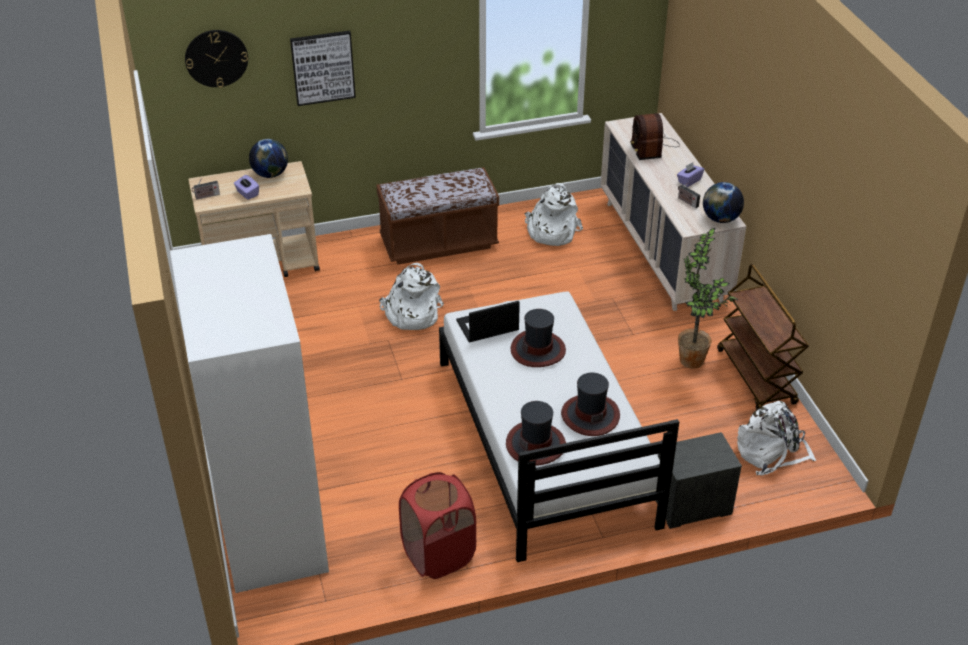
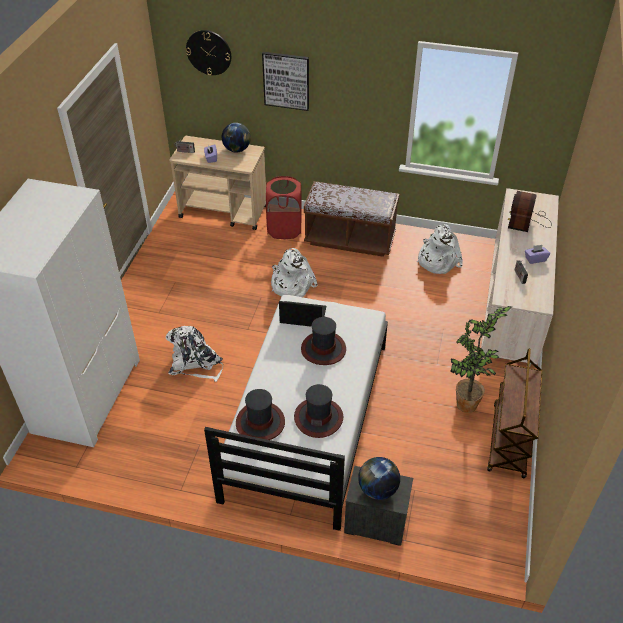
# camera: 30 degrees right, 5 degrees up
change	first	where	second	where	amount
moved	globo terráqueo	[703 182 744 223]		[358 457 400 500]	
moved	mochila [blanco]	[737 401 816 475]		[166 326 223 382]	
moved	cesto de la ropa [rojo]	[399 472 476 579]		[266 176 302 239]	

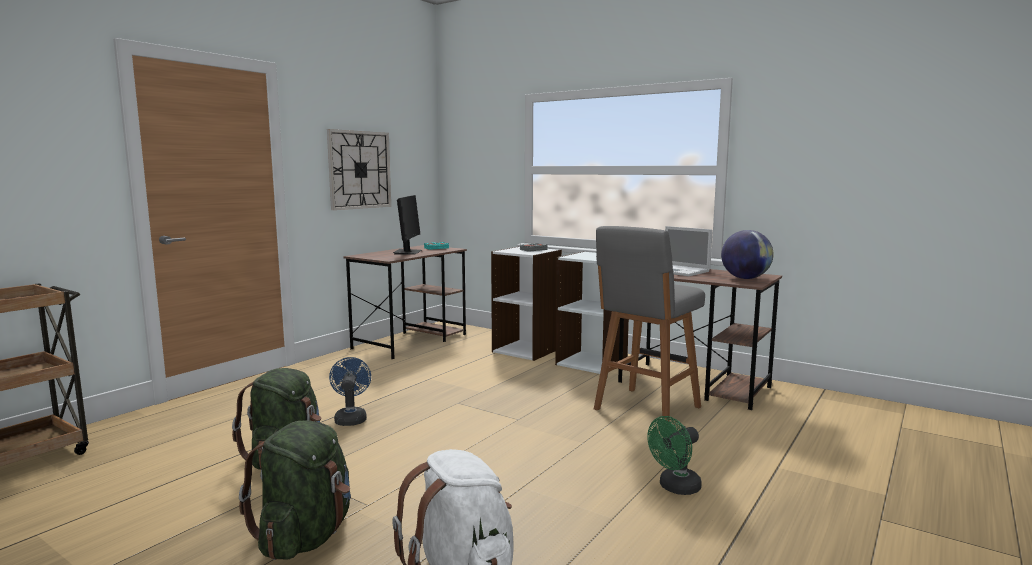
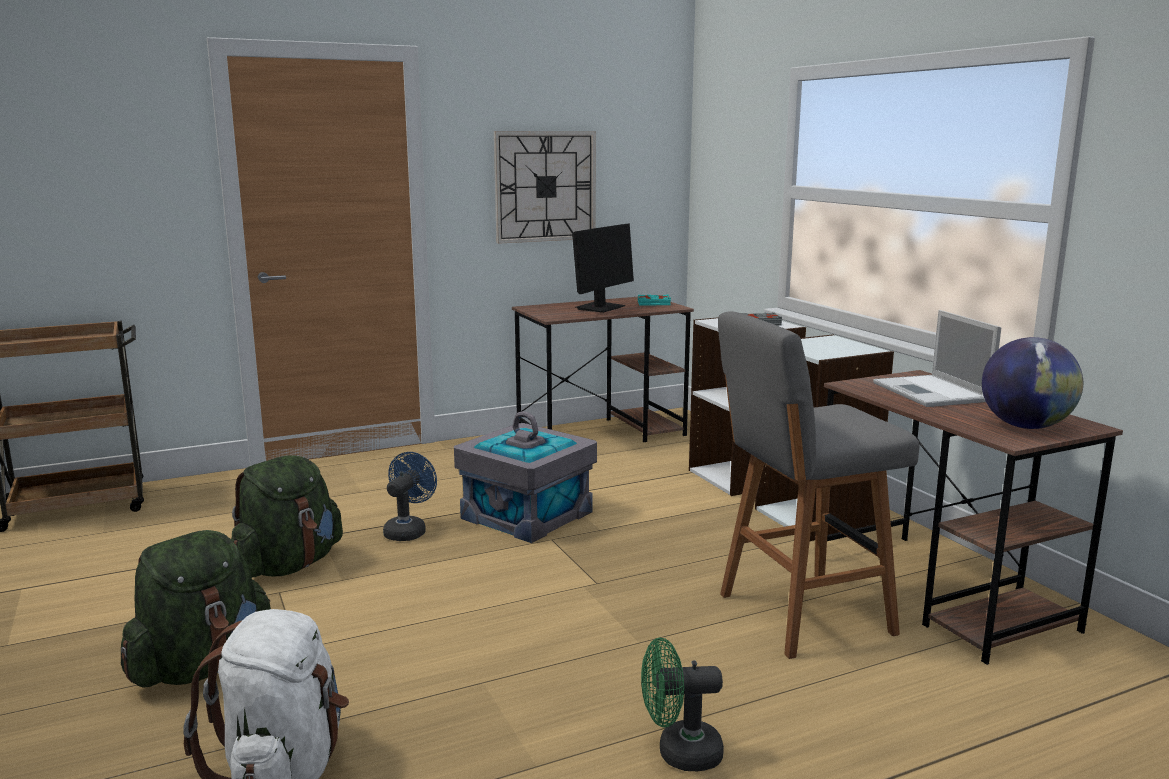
# camera: 30 degrees right, 5 degrees up
change	first	where	second	where	amount
added			caja de almacenaje [gris]	[454 411 597 543]	

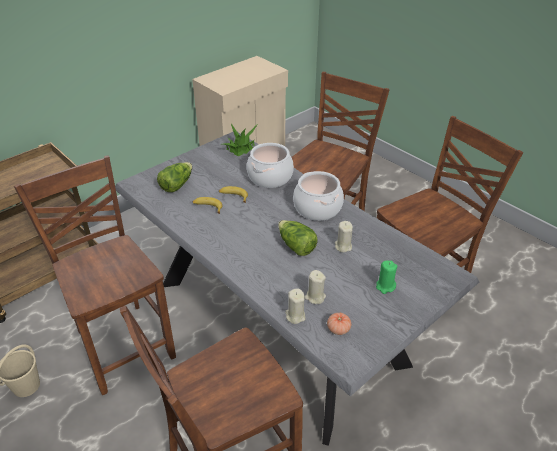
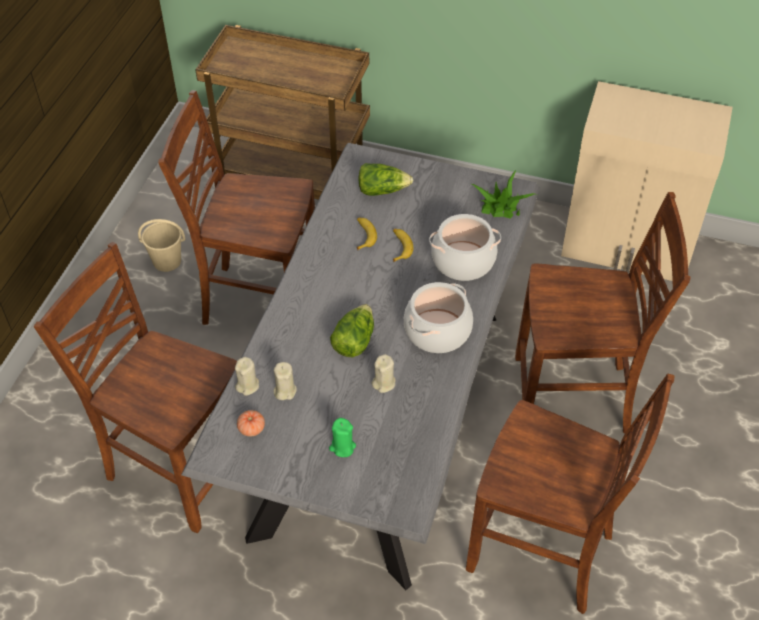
# camera: 60 degrees right, 10 degrees up
change	first	where	second	where	amount
turned	silla [marrón]	[14 155 176 395]		[158 90 315 325]	105 degrees counterclockwise

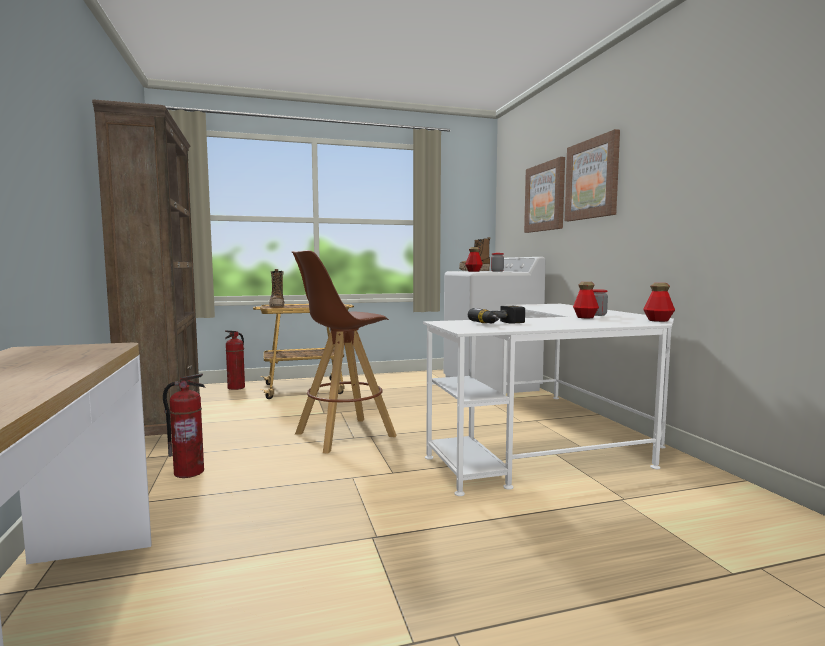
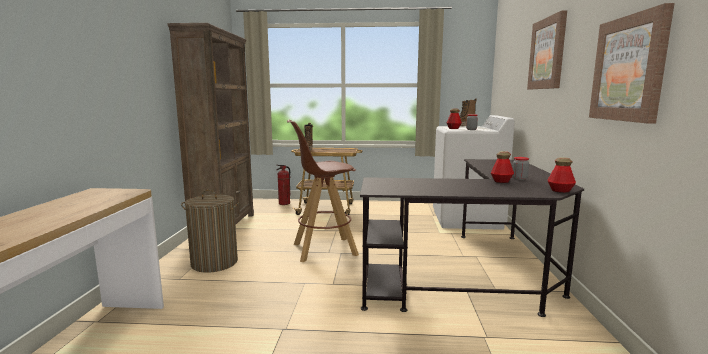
# camera: 20 degrees right, 5 degrees up
change	first	where	second	where	amount
moved	cuadro	[524 157 565 233]		[589 3 675 123]	
recoloured	escritorio [blanco]	[423 304 674 496]	escritorio [negro]	[360 159 584 317]	
removed	taladro	[468 306 525 324]			
replaced	extintor	[163 373 205 478]	cesto de la ropa	[181 189 239 273]	

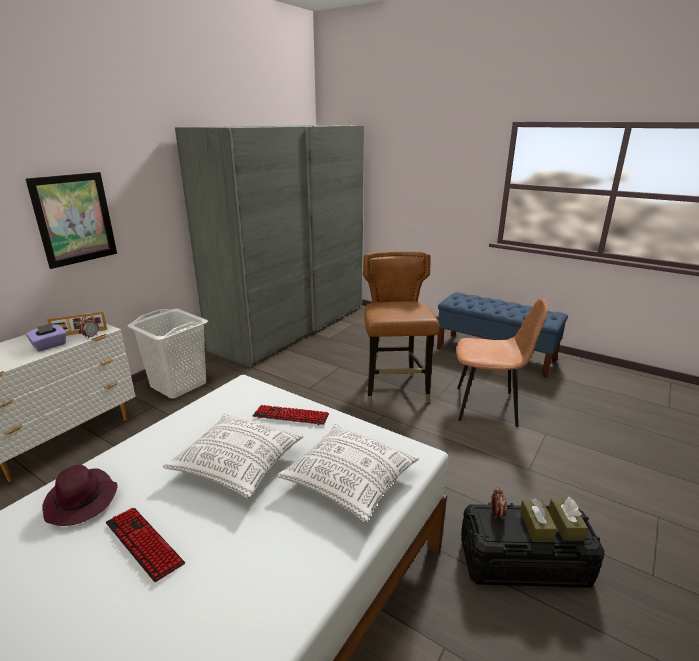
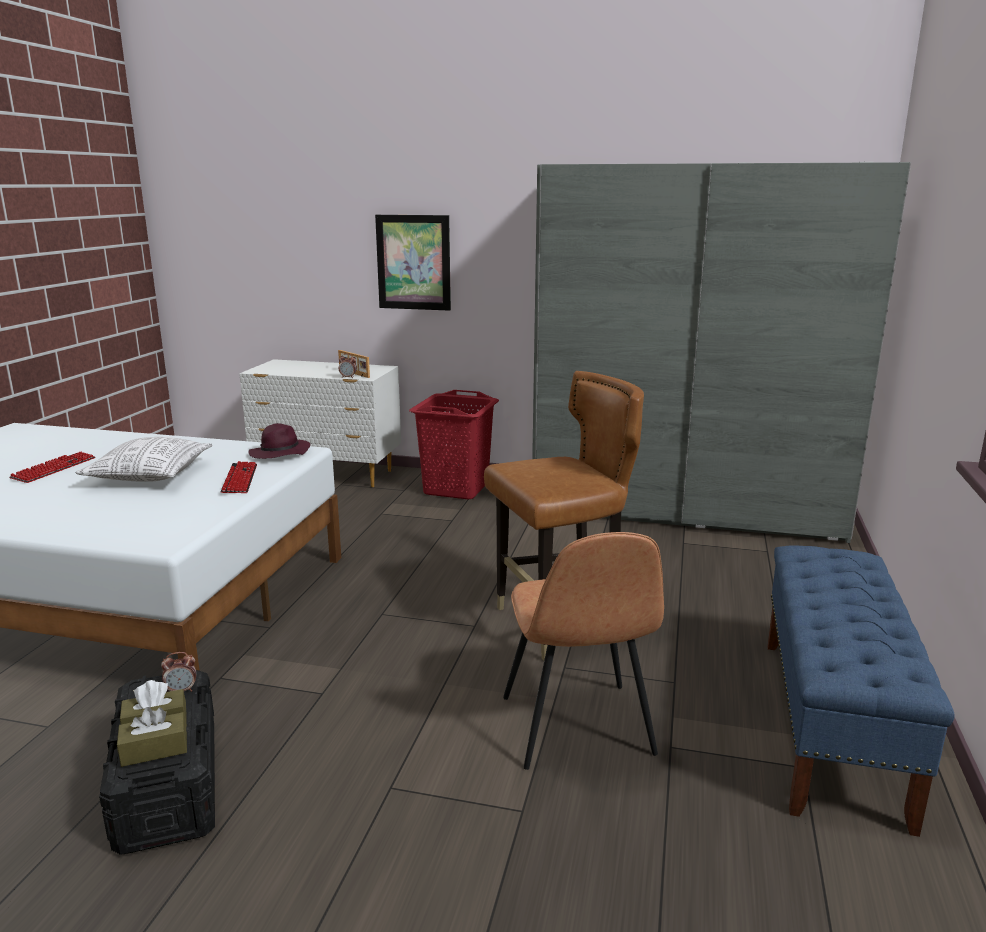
# camera: 70 degrees right, 5 degrees down
change	first	where	second	where	amount
recoloured	cesto de la ropa [blanco]	[127 309 208 399]	cesto de la ropa [rojo]	[409 390 499 499]	
removed	caja de pañuelos [morado]	[26 323 67 351]			
removed	cojín	[277 424 419 523]			
moved	sombrero [morado]	[43 464 118 526]		[249 423 310 459]	

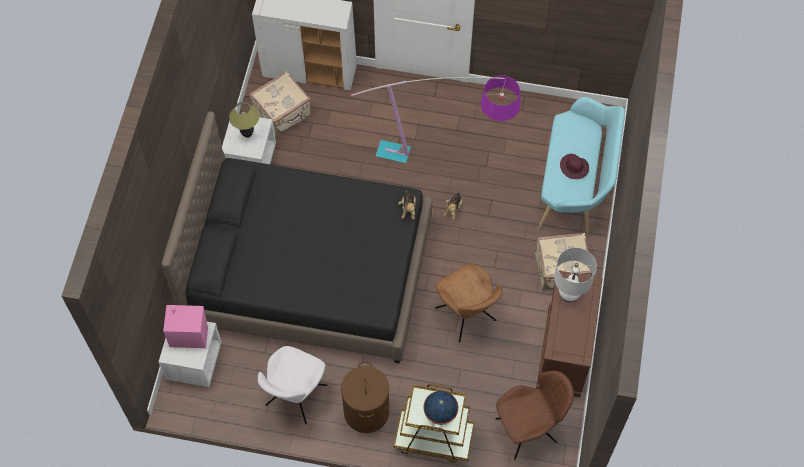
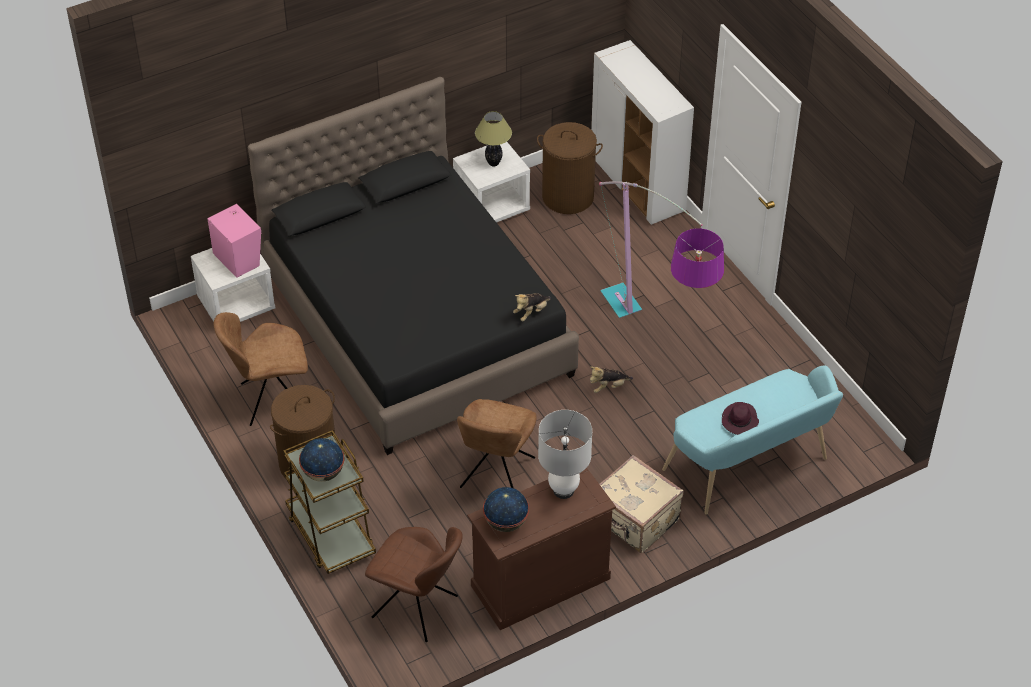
# camera: 50 degrees right, 15 degrees down
change	first	where	second	where	amount
replaced	maleta [beis]	[250 71 312 138]	cesto de la ropa [marrón]	[537 122 603 214]	
recoloured	silla [blanco]	[258 346 327 424]	silla [marrón]	[214 312 308 426]	
added			globo terráqueo	[483 487 529 532]	

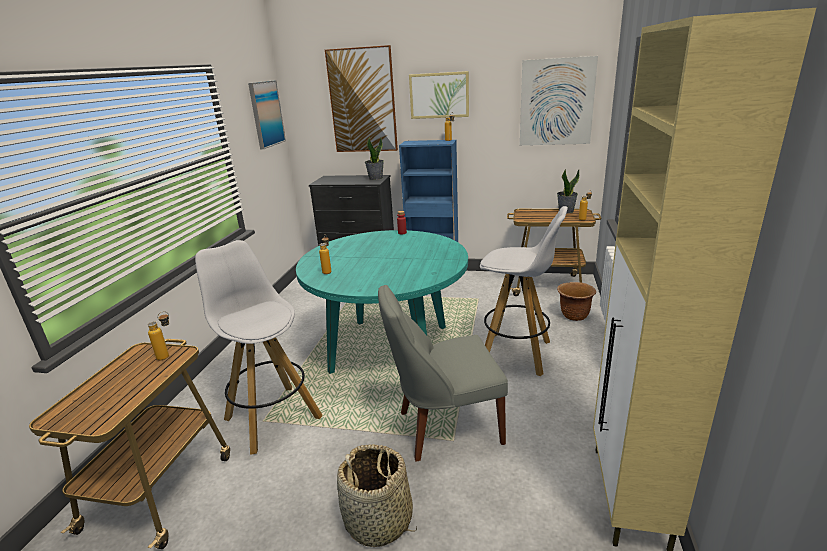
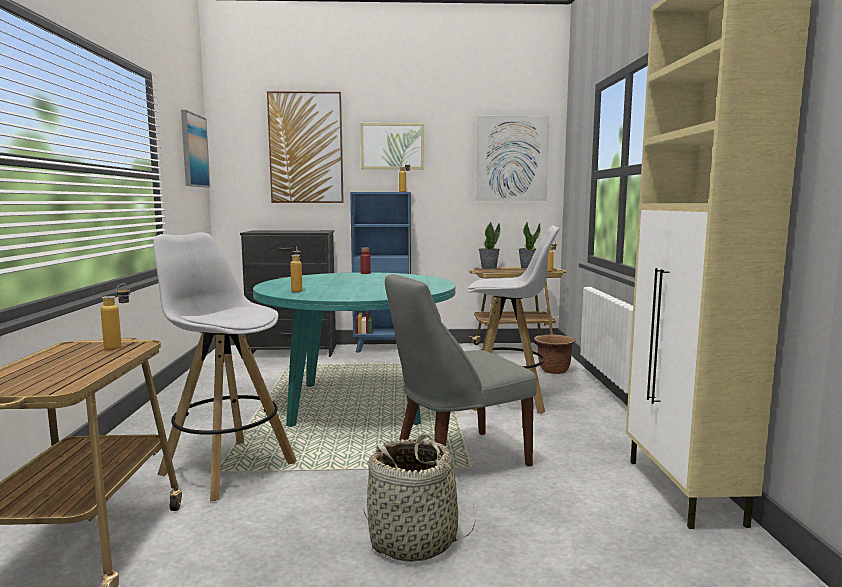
# camera: 15 degrees left, 15 degrees down
change	first	where	second	where	amount
moved	planta en maceta	[365 137 384 180]		[479 222 500 269]	

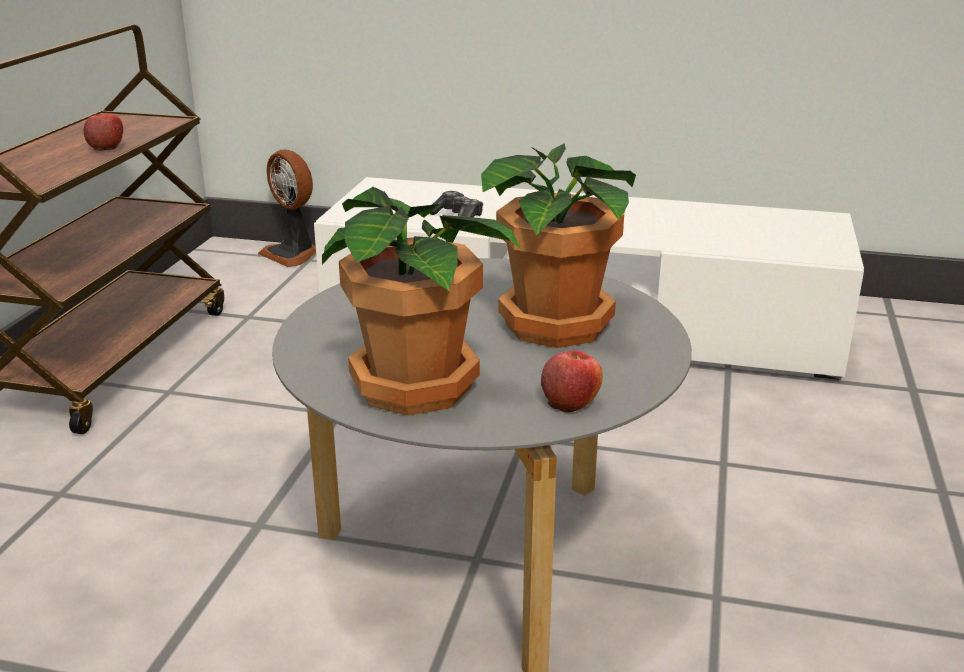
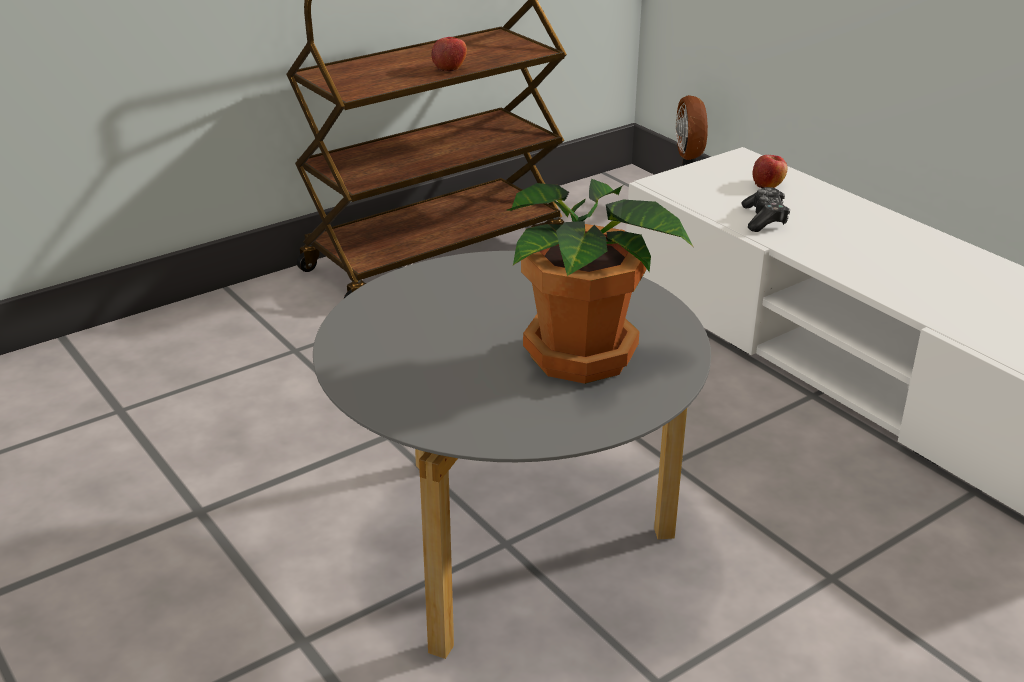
# camera: 40 degrees right, 5 degrees up
change	first	where	second	where	amount
removed	planta en maceta	[322 187 521 416]			
moved	manzana	[541 350 603 412]		[753 155 788 188]	

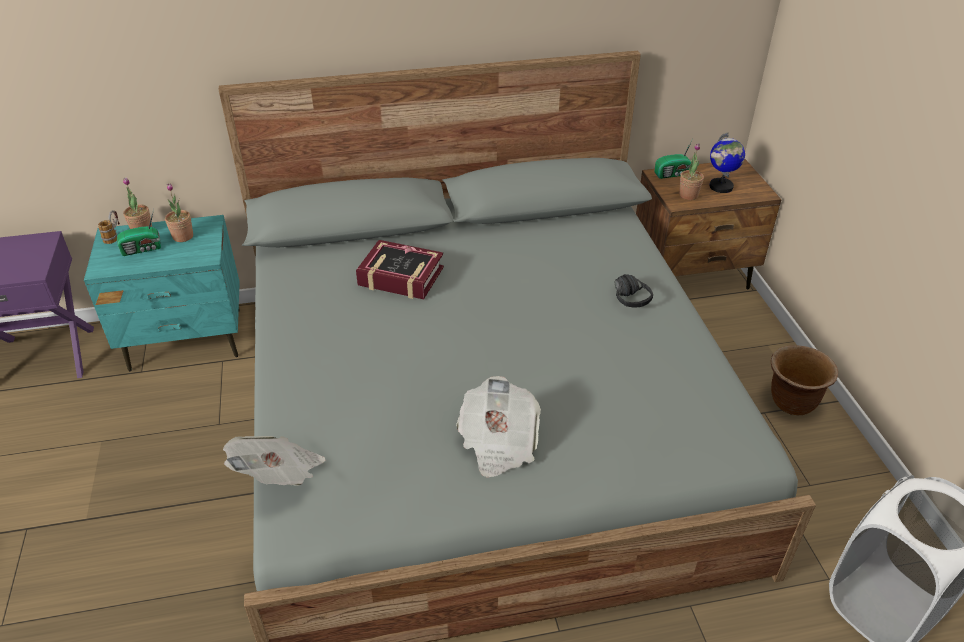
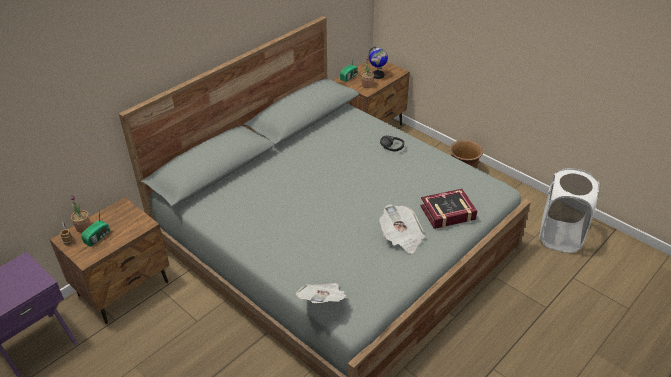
# camera: 35 degrees left, 0 degrees up
change	first	where	second	where	amount
removed	planta en maceta	[165 183 193 242]			
recoloured	mesita de noche [turquesa]	[84 215 240 371]	mesita de noche [marrón]	[49 197 169 324]	
moved	libro	[356 240 444 299]		[420 189 477 229]	

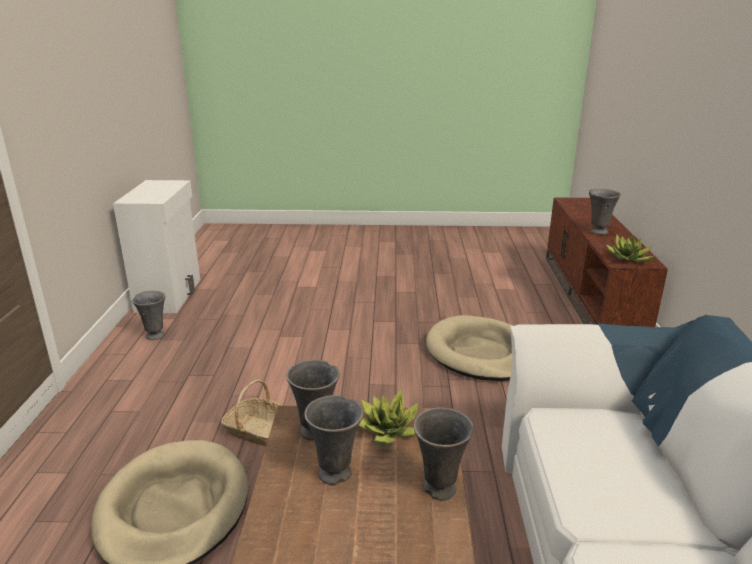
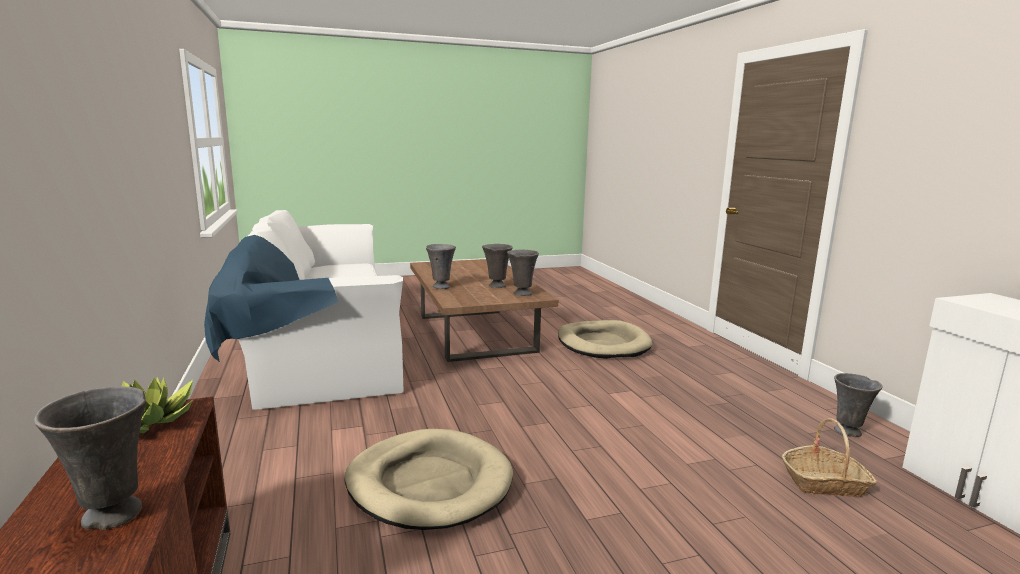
# camera: 160 degrees right, 10 degrees down
change	first	where	second	where	amount
moved	cesta	[221 380 283 447]		[782 418 877 497]	
removed	planta en maceta	[359 389 418 445]			

